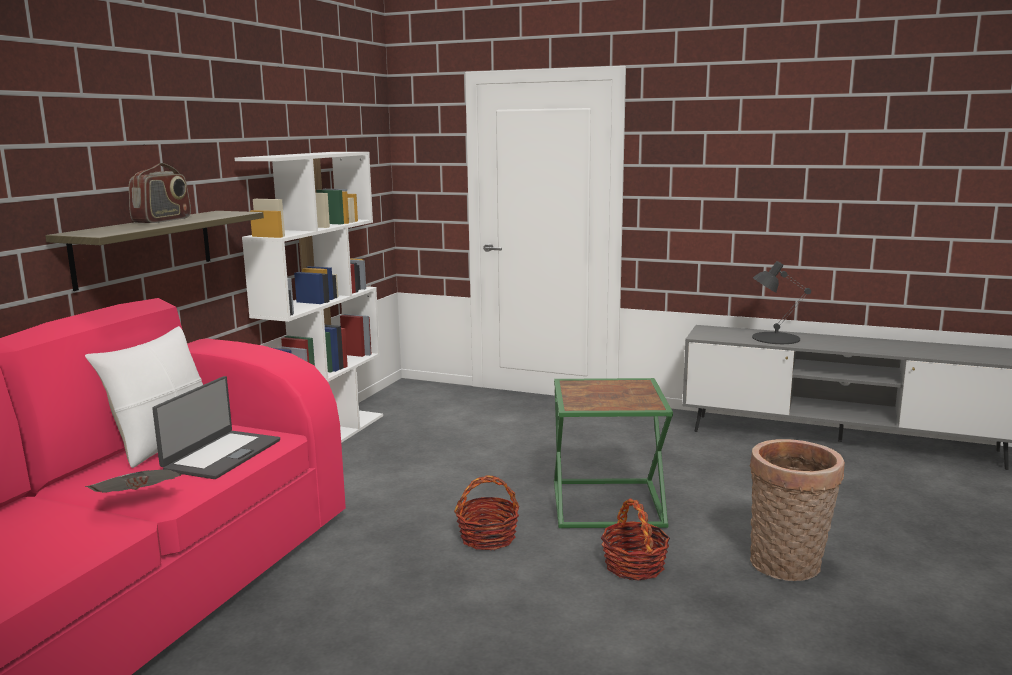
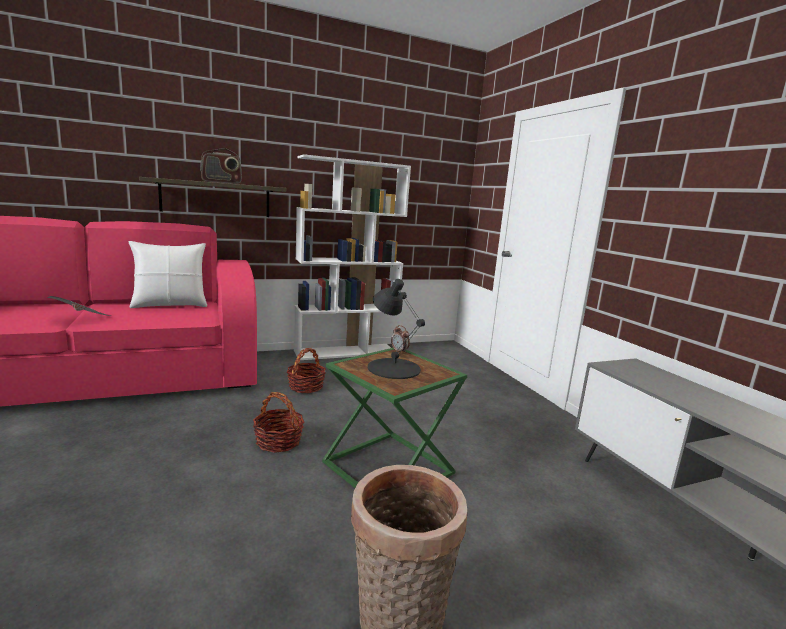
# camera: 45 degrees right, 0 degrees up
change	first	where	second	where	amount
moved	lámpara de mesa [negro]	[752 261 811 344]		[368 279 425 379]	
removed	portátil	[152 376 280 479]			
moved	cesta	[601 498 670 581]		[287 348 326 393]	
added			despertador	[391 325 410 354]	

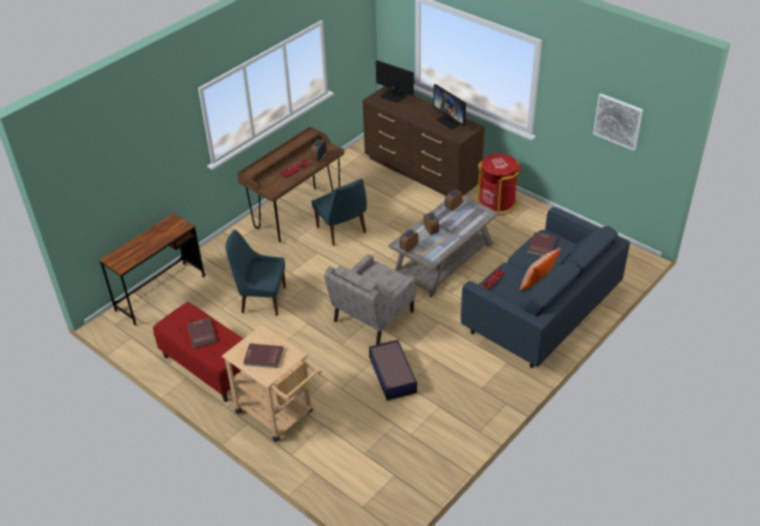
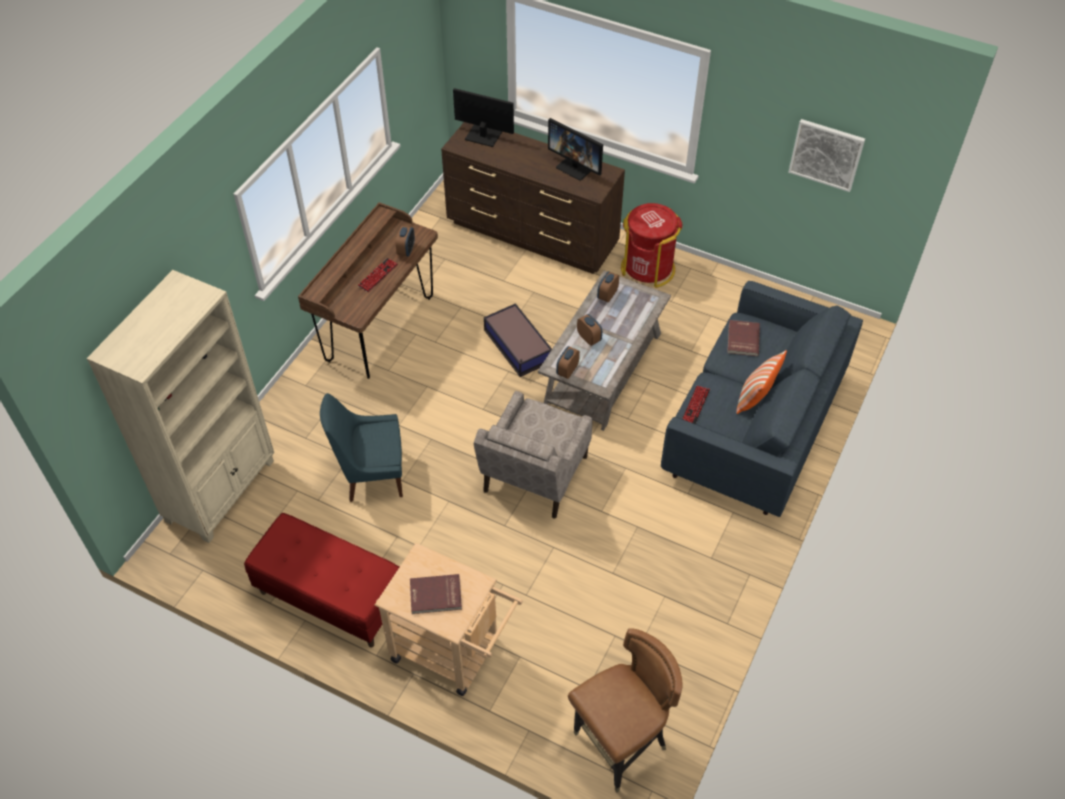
# camera: 15 degrees left, 10 degrees up
change	first	where	second	where	amount
removed	silla [azul]	[312 179 367 246]			
replaced	escritorio [marrón]	[100 213 206 325]	estantería [beis]	[87 270 274 543]	
removed	libro [rojo]	[187 318 217 348]			
moved	caja de almacenaje	[369 340 417 401]		[484 303 552 377]	
added			silla [marrón]	[568 628 683 793]	

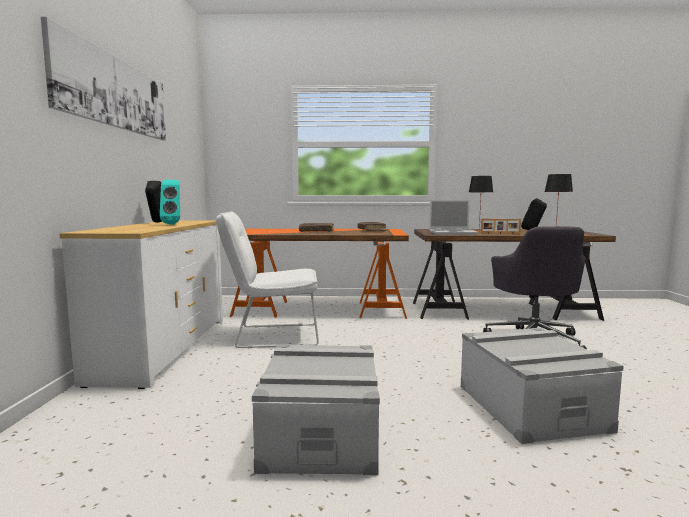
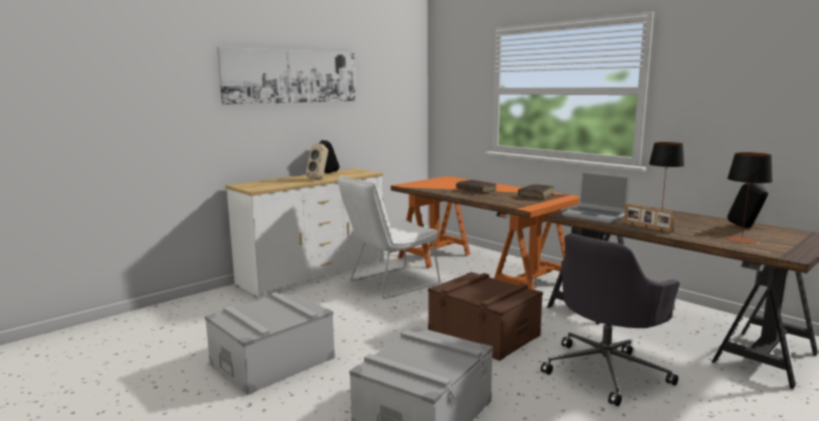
# camera: 45 degrees right, 5 degrees up
change	first	where	second	where	amount
recoloured	altavoz [turquesa]	[160 180 180 225]	altavoz [beis]	[306 143 328 179]	
turned	silla [blanco]	[216 211 319 348]		[338 175 440 299]	75 degrees counterclockwise
added			caja de almacenaje [marrón]	[428 272 543 361]	

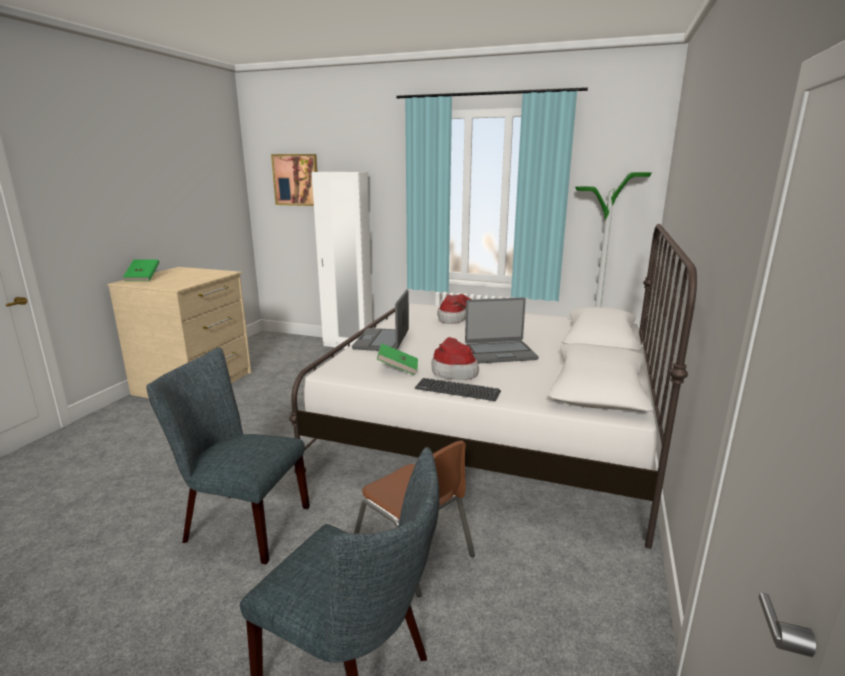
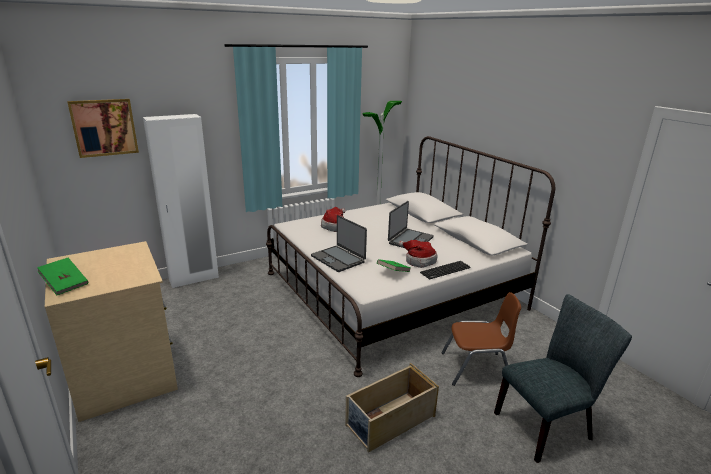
# camera: 50 degrees left, 5 degrees up
change	first	where	second	where	amount
replaced	silla [gris]	[146 348 310 564]	caja de almacenaje [beis]	[345 363 439 453]	

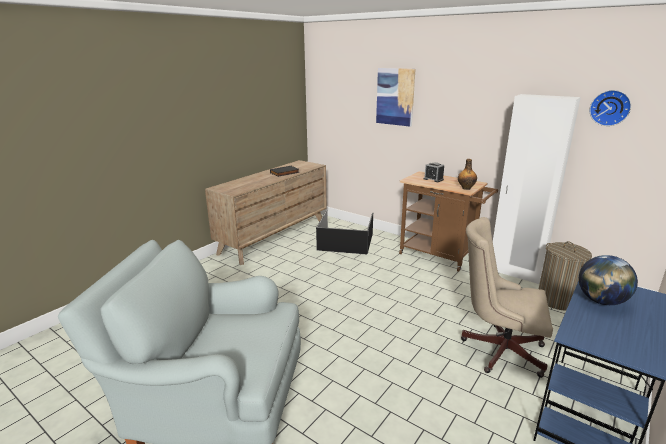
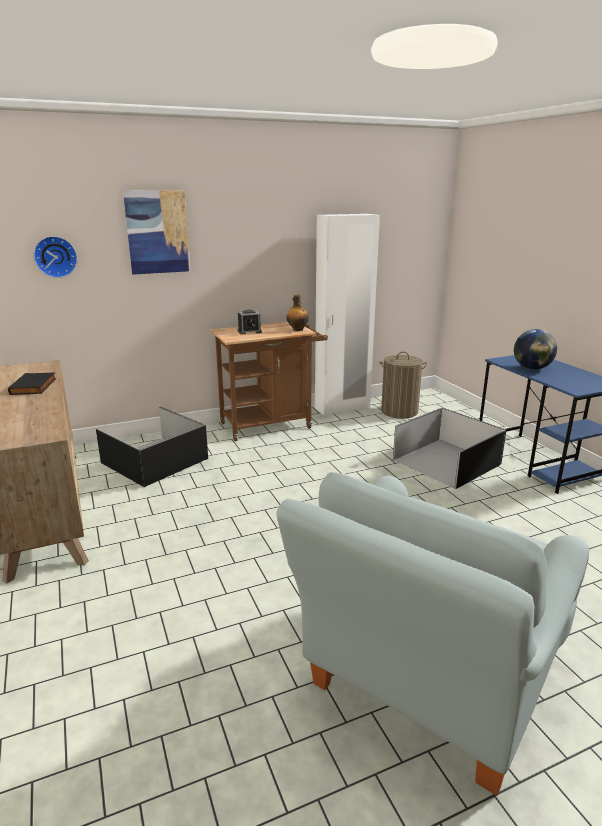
# camera: 60 degrees left, 0 degrees up
change	first	where	second	where	amount
moved	reloj de pared	[590 90 631 126]		[33 236 78 278]	
replaced	silla de oficina [beis]	[461 217 553 378]	caja de almacenaje [negro]	[393 408 506 489]	

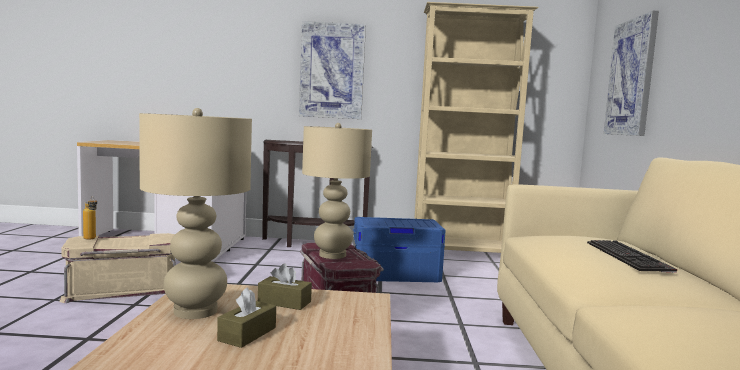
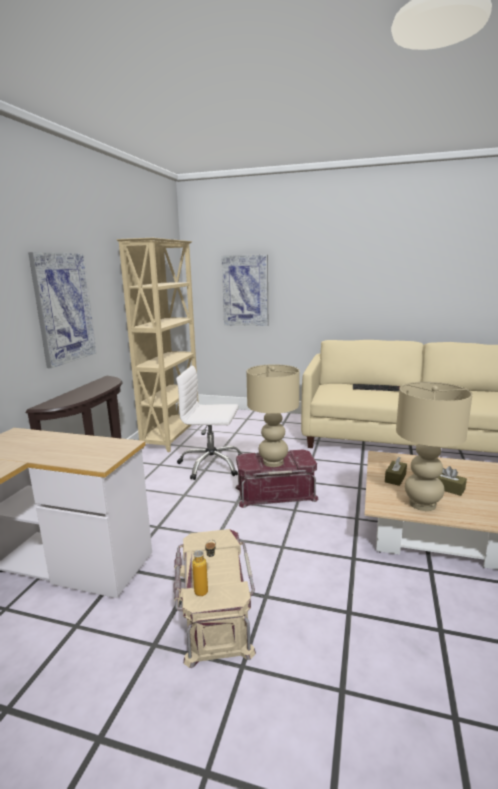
# camera: 75 degrees left, 10 degrees up
change	first	where	second	where	amount
replaced	caja de almacenaje [azul]	[353 217 446 282]	silla de oficina [blanco]	[176 366 243 480]	

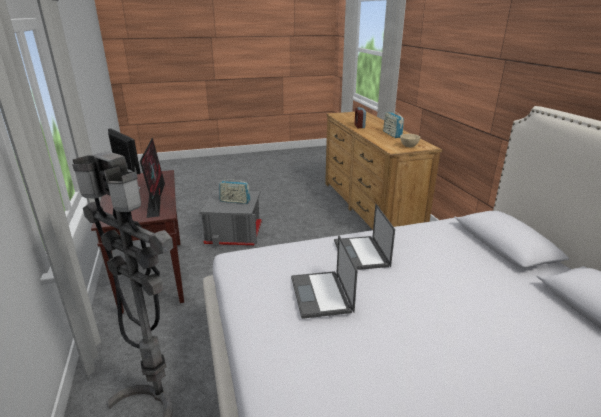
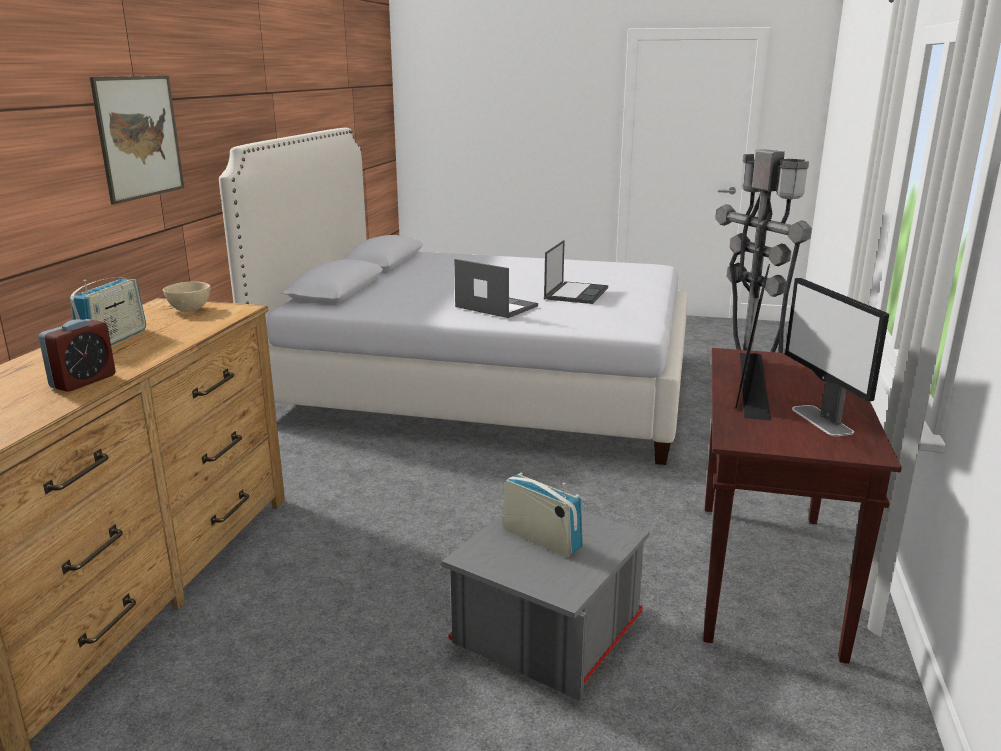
# camera: 150 degrees left, 5 degrees down
change	first	where	second	where	amount
turned	portátil	[334 204 395 270]		[454 259 538 318]	75 degrees counterclockwise
added			cuadro	[90 76 184 205]	

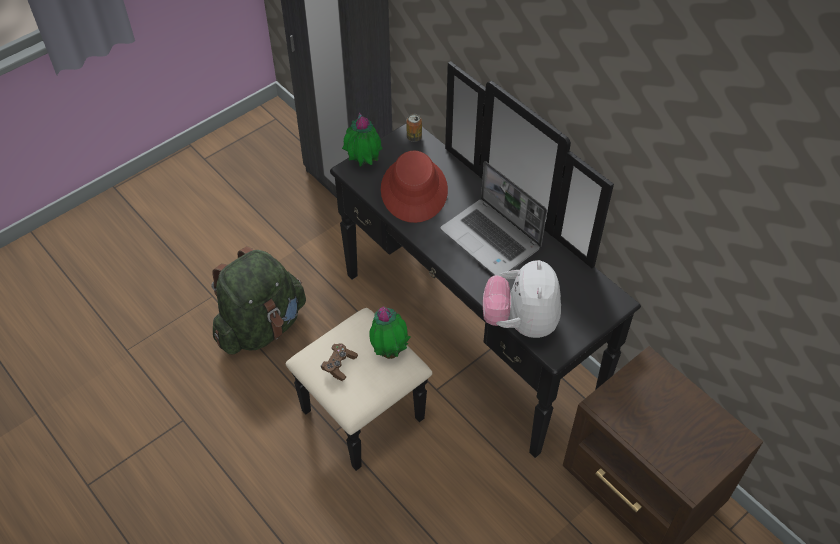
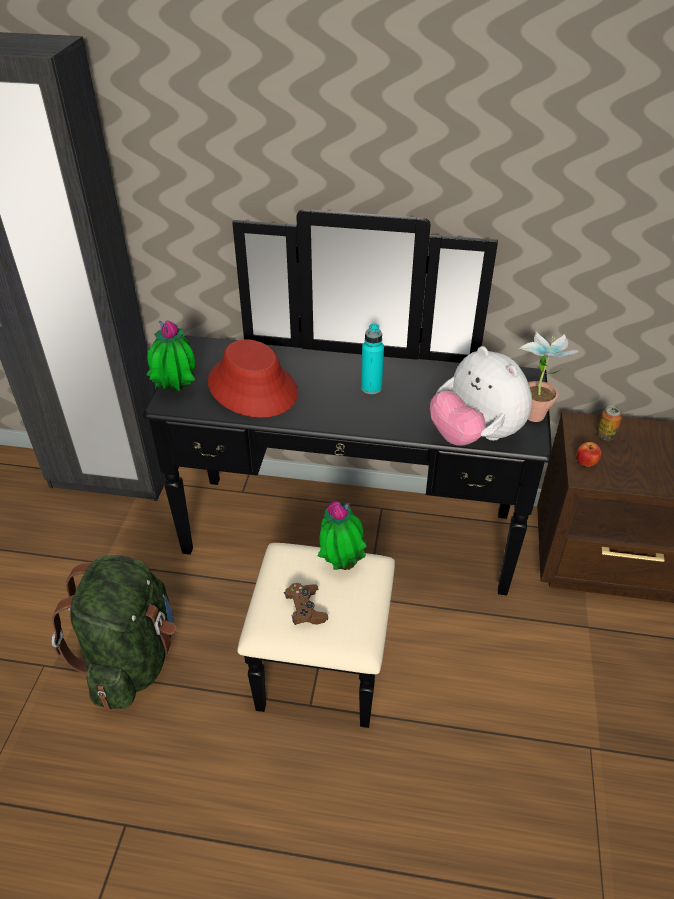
# camera: 40 degrees left, 10 degrees down
change	first	where	second	where	amount
moved	lata	[406 114 422 142]		[596 406 622 440]	
replaced	portátil	[440 161 547 275]	botella [turquesa]	[361 323 384 394]	
added			planta en maceta	[519 332 580 422]	
added			manzana	[576 442 601 467]	

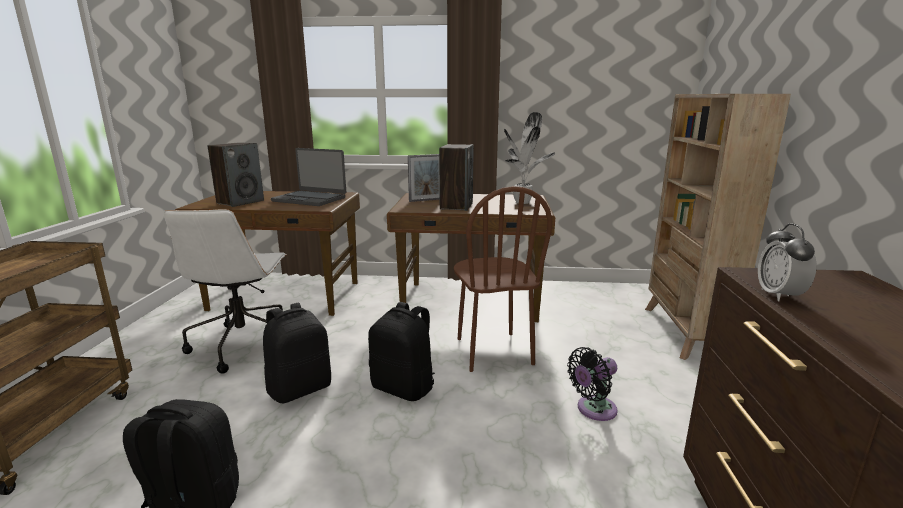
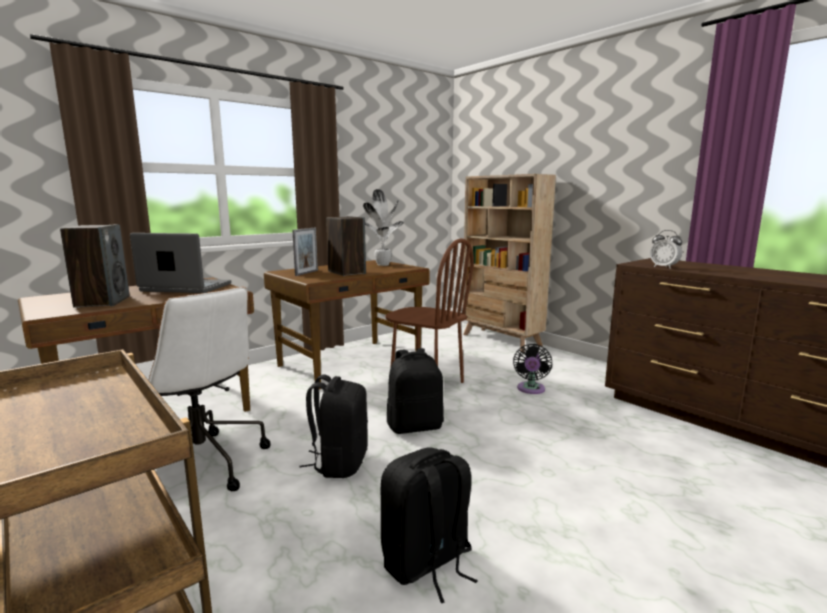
# camera: 45 degrees left, 5 degrees down
change	first	where	second	where	amount
turned	portátil	[271 148 346 206]		[130 233 231 293]	150 degrees counterclockwise

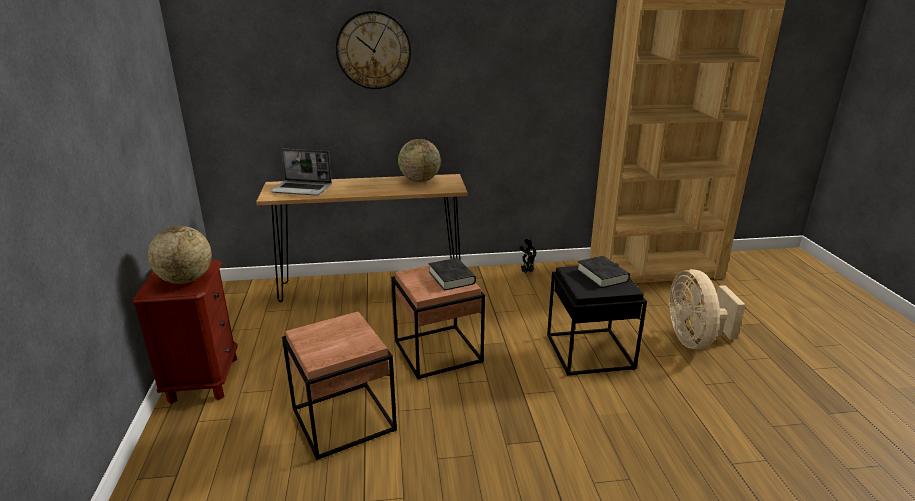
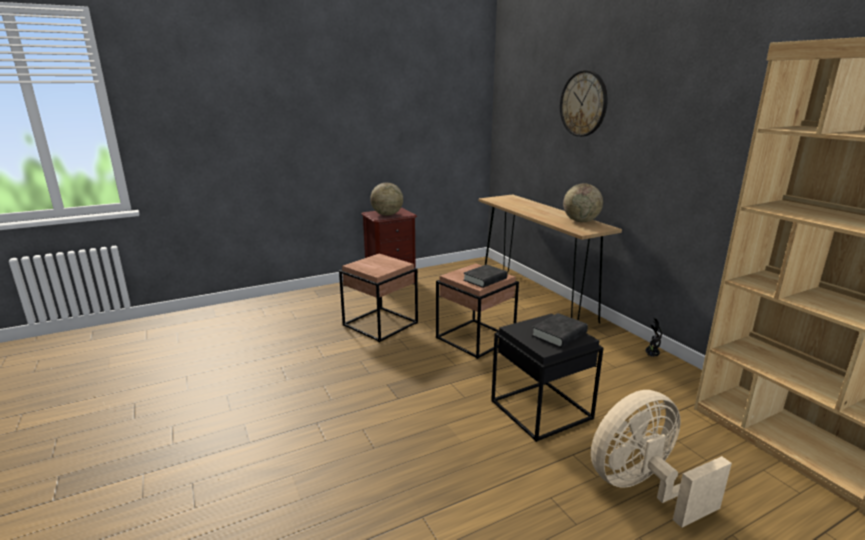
# camera: 70 degrees right, 5 degrees down
change	first	where	second	where	amount
removed	portátil	[270 148 332 196]			

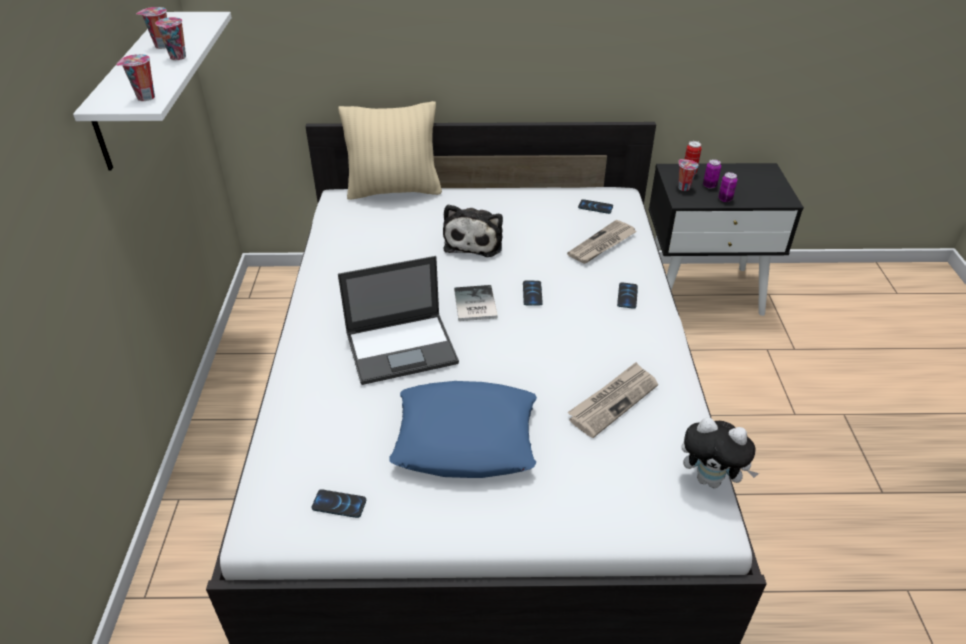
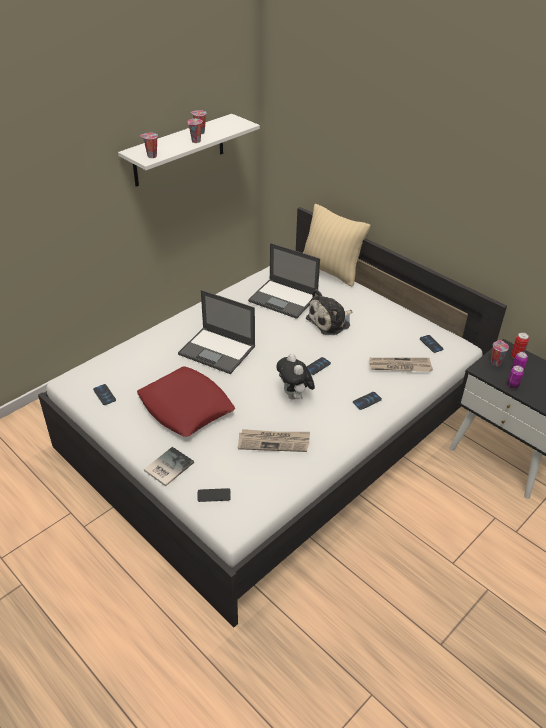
# camera: 45 degrees right, 0 degrees up
change	first	where	second	where	amount
moved	libro	[454 285 498 321]		[144 447 194 486]	
recoloured	cojín [azul]	[390 381 537 478]	cojín [rojo]	[137 366 235 437]	
moved	peluche	[682 417 759 488]		[276 354 315 400]	
added			portátil	[248 243 320 319]	
added			móvil	[197 488 231 502]	

